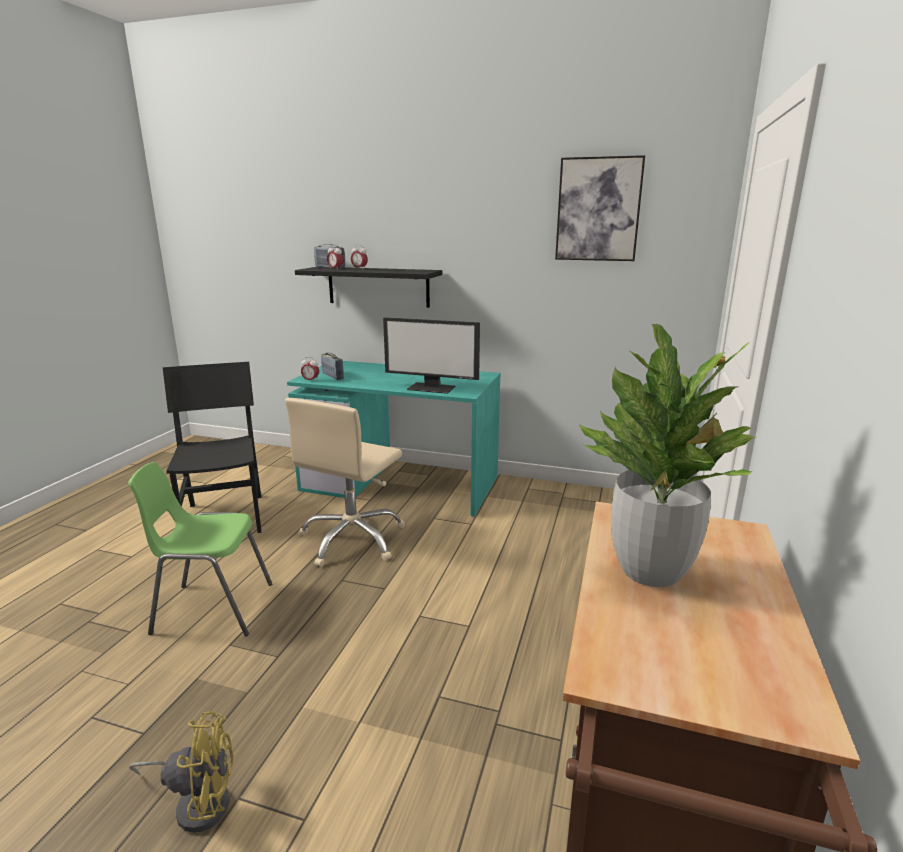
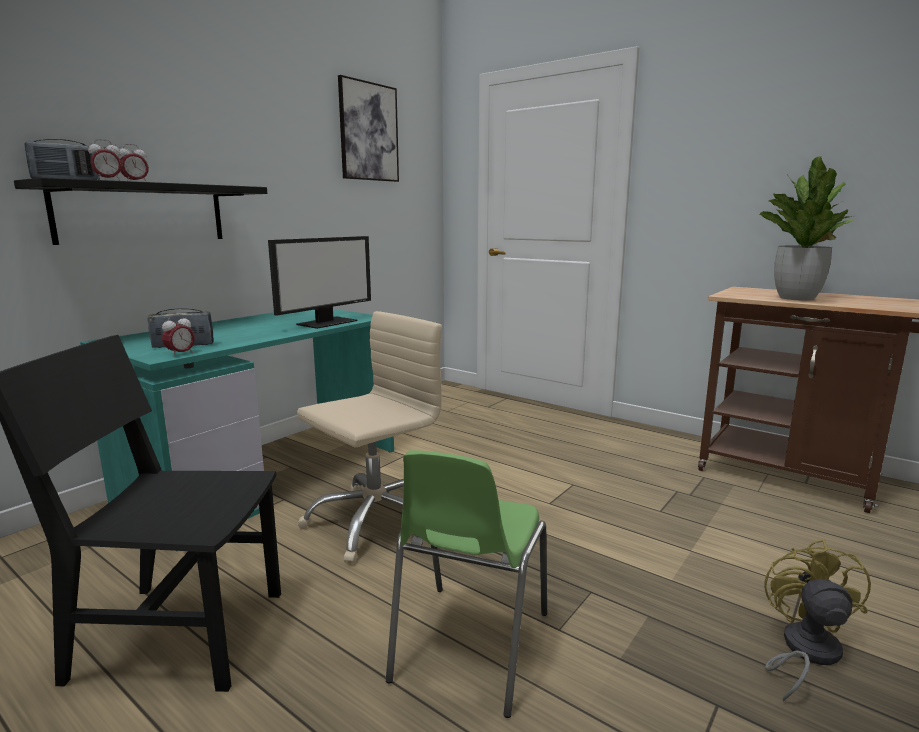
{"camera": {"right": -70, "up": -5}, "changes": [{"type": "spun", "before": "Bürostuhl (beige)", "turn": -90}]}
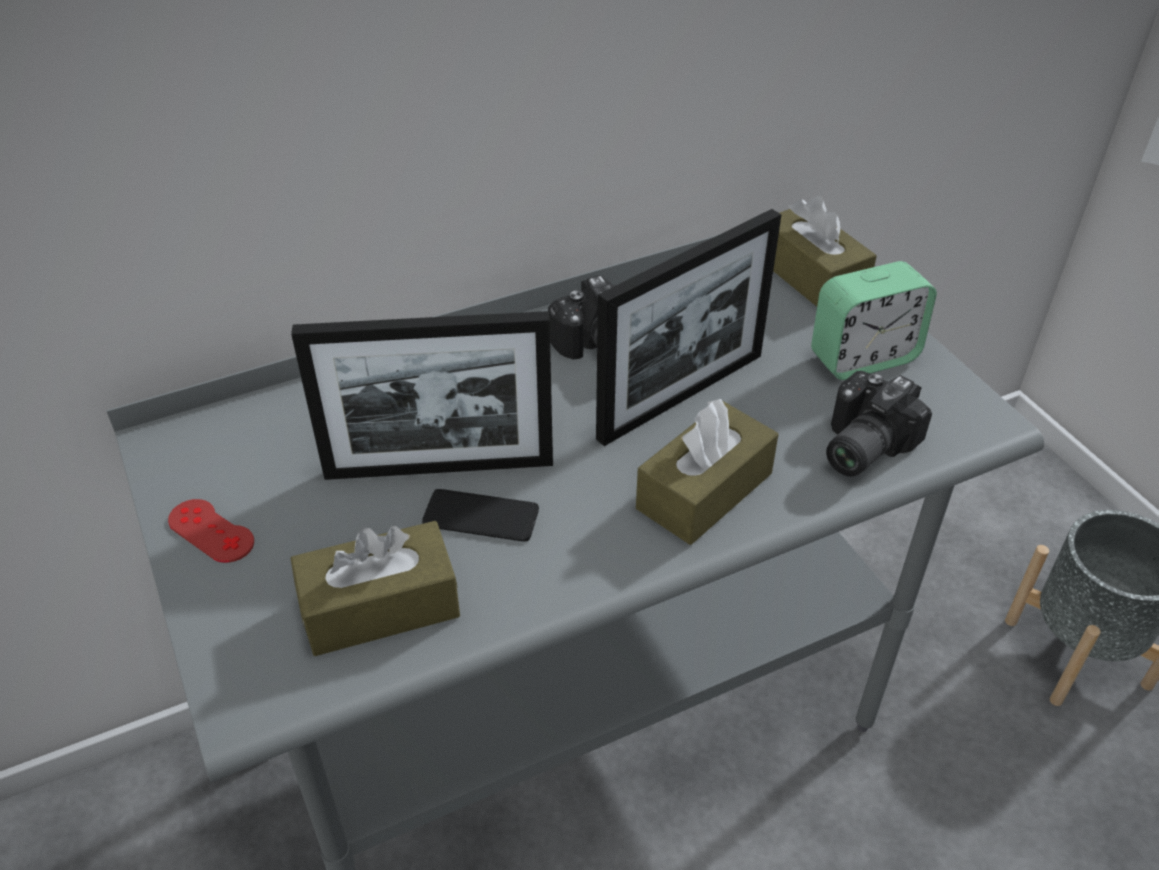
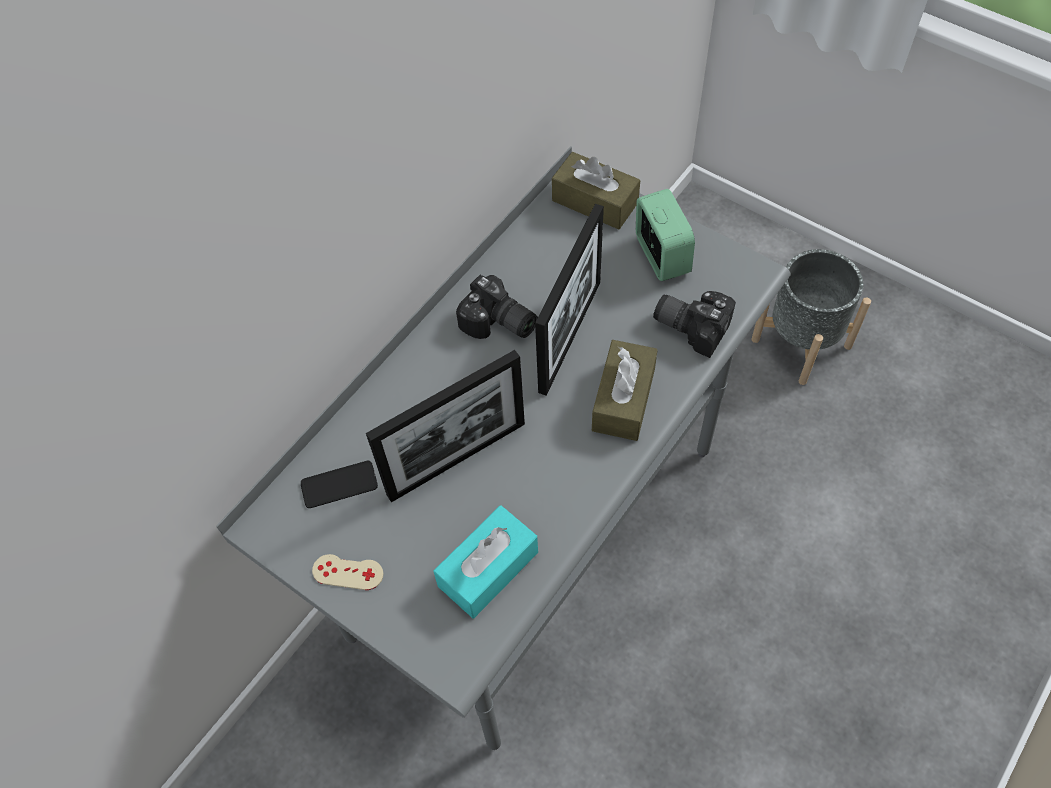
{"camera": {"right": -25, "up": 15}, "changes": [{"type": "relocated", "before": "Handy"}, {"type": "colour", "before": "Gamepad (rot)", "after": "Gamepad (beige)"}, {"type": "colour", "before": "Taschentuchbox (braun) (no. 1 from left)", "after": "Taschentuchbox (türkis)"}, {"type": "spun", "before": "Wecker", "turn": -60}, {"type": "spun", "before": "Kamera (no. 2 from left)", "turn": 105}]}
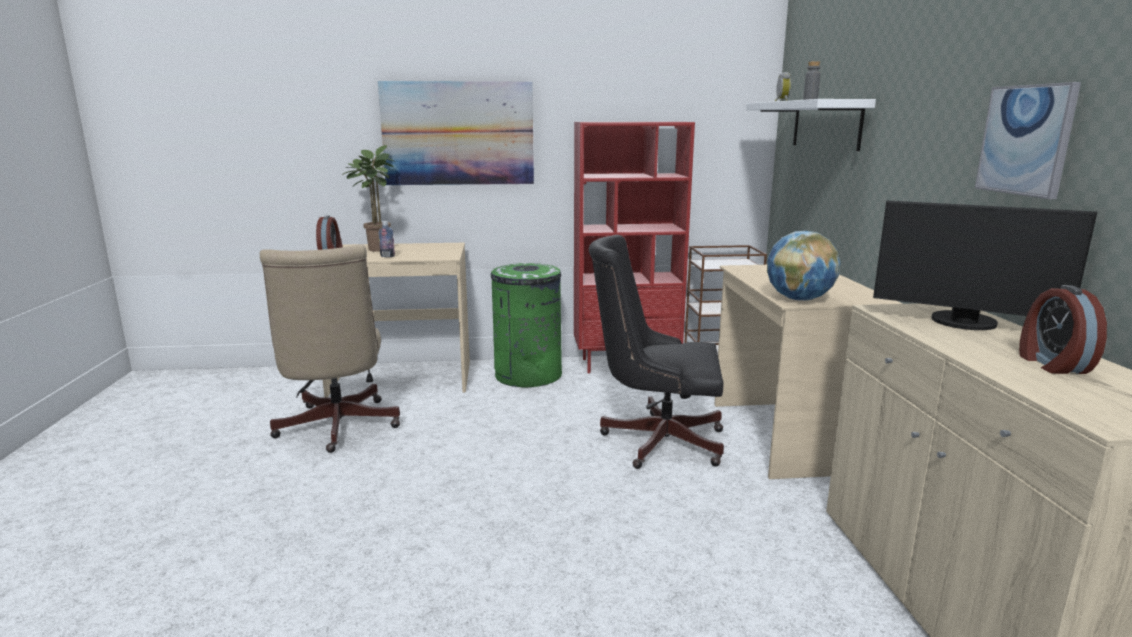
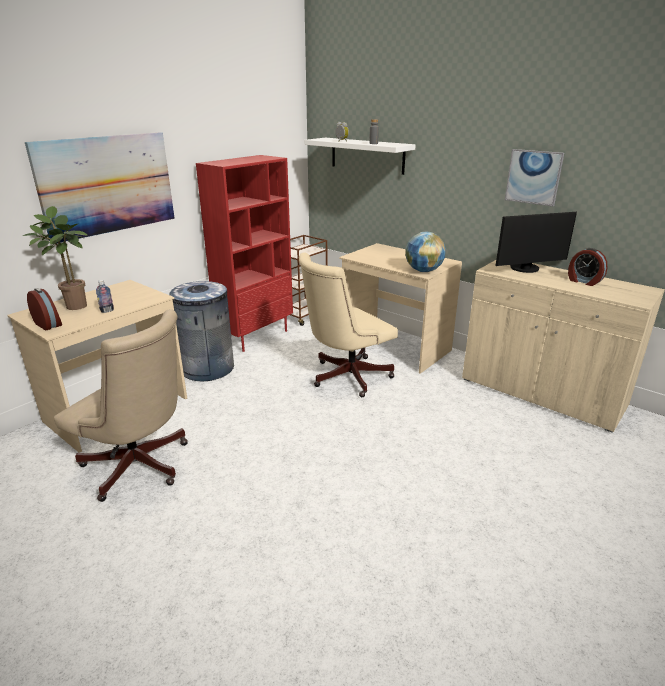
{"camera": {"right": -45, "up": 10}, "changes": [{"type": "colour", "before": "Mülleimer (grün)", "after": "Mülleimer (grau)"}, {"type": "colour", "before": "Bürostuhl (schwarz)", "after": "Bürostuhl (beige) (no. 2 from left)"}]}
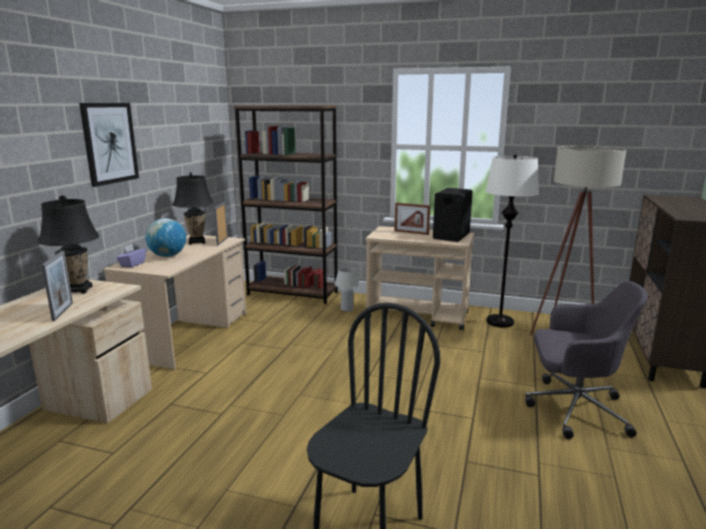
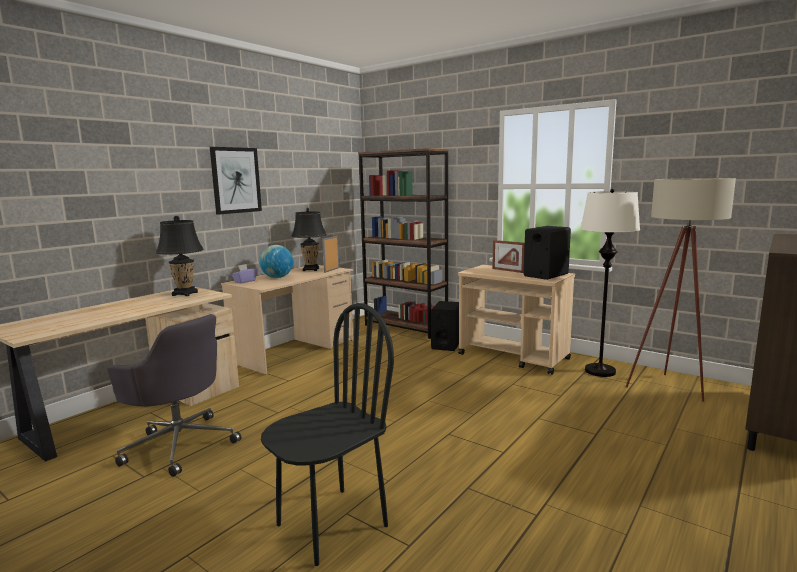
{"camera": {"right": 20, "up": -5}, "changes": [{"type": "relocated", "before": "Bürostuhl (grau)"}, {"type": "exchanged", "before": "Tischlampe (weiß)", "after": "Lautsprecher (schwarz) (no. 1 from left)"}, {"type": "missing", "before": "Bilderrahmen (no. 1 from left)"}]}
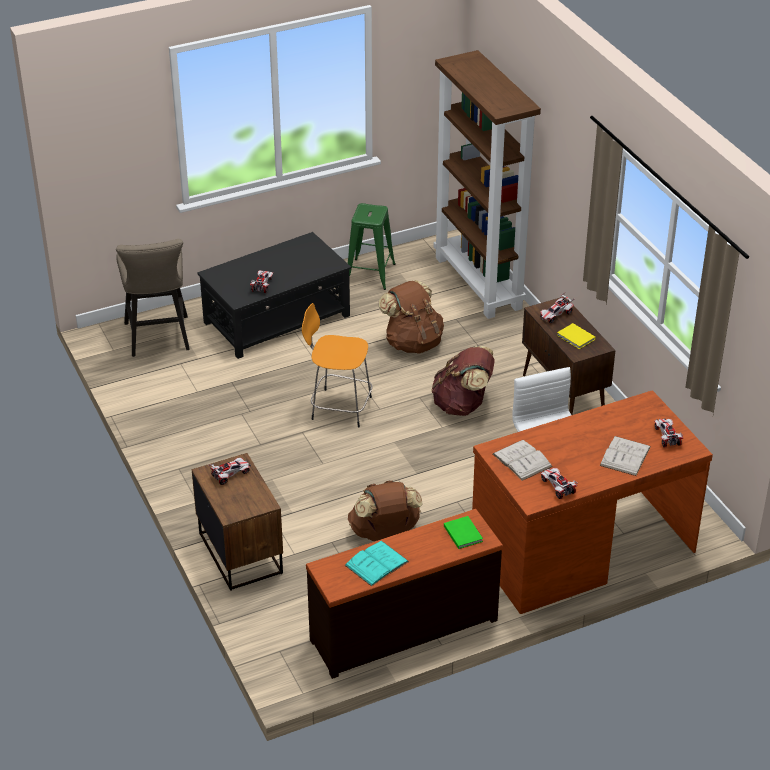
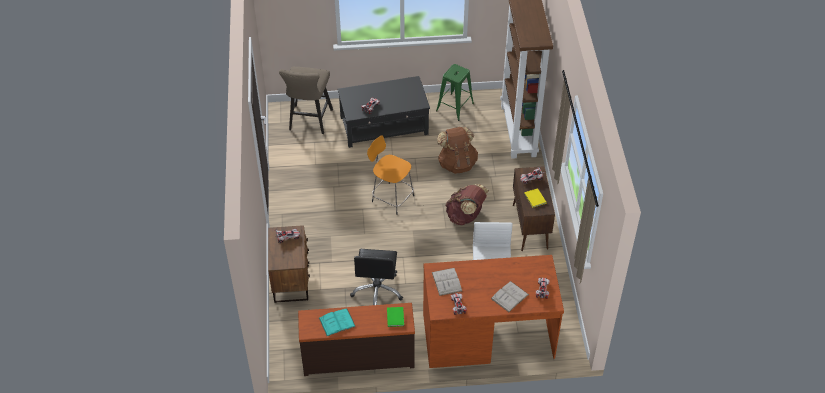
{"camera": {"right": 20, "up": 10}, "changes": [{"type": "exchanged", "before": "Rucksack (braun) (no. 1 from left)", "after": "Bürostuhl (schwarz)"}]}
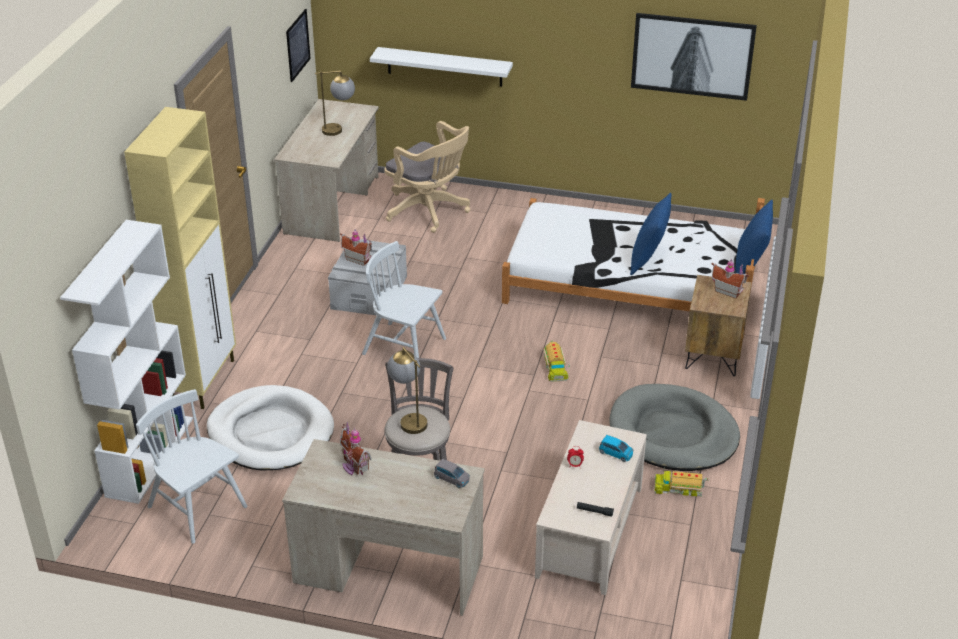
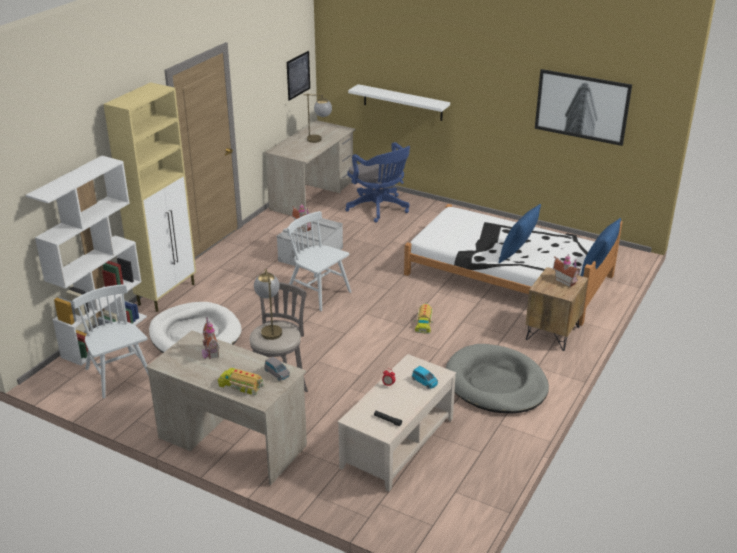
{"camera": {"right": 15, "up": -5}, "changes": [{"type": "relocated", "before": "Spielzeuglaster (no. 2 from left in the first image)", "after": "Spielzeuglaster (no. 1 from left)"}, {"type": "colour", "before": "Bürostuhl (beige)", "after": "Bürostuhl (blau)"}]}
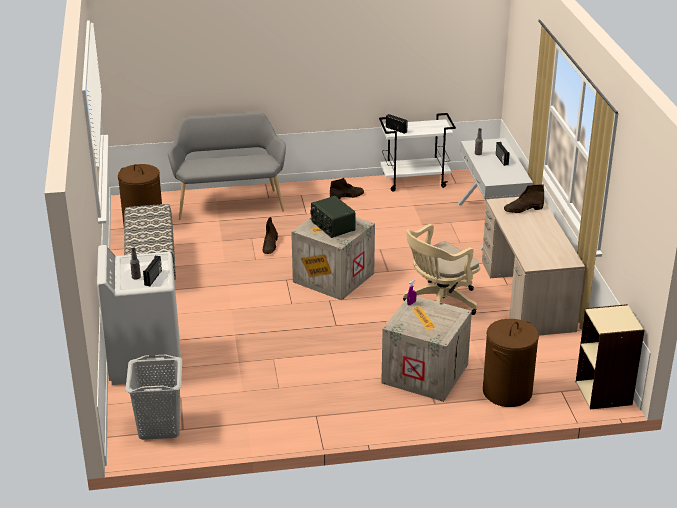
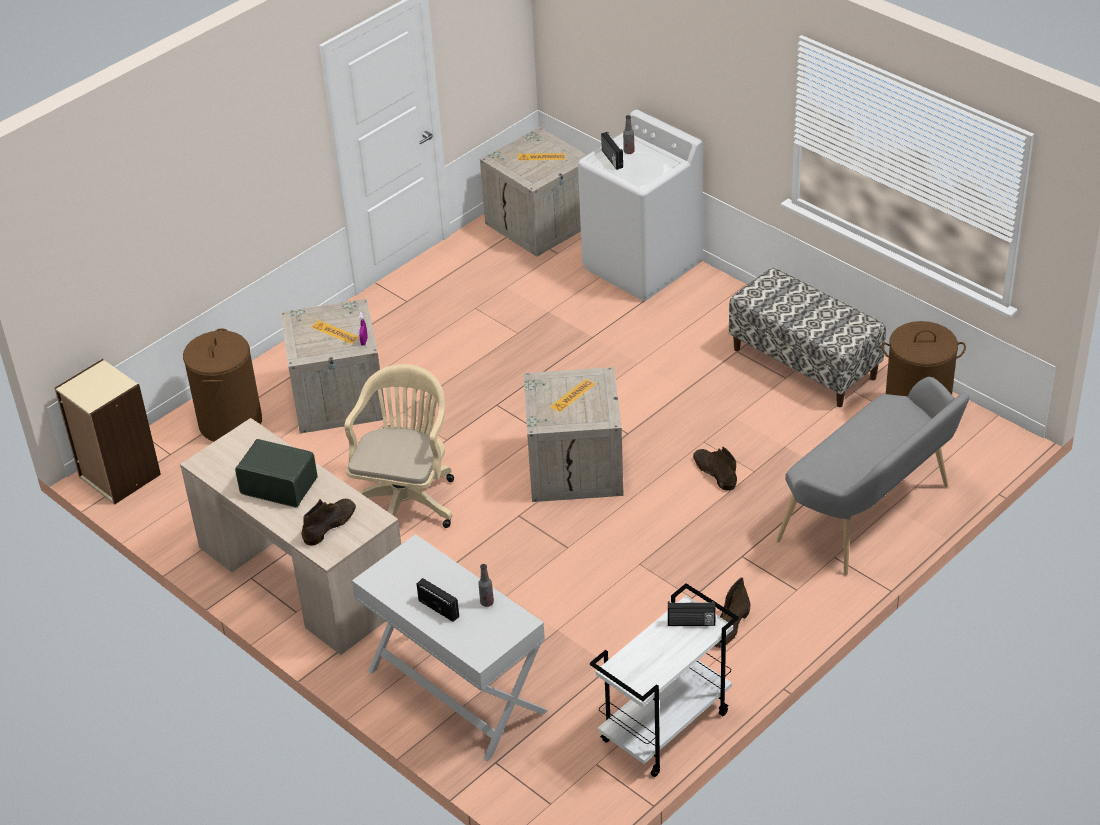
{"camera": {"right": 145, "up": 10}, "changes": [{"type": "relocated", "before": "Radio (no. 2 from left in the first image)", "after": "Radio (no. 1 from left)"}, {"type": "exchanged", "before": "Wäschekorb (grau)", "after": "Kiste (no. 2 from left)"}]}
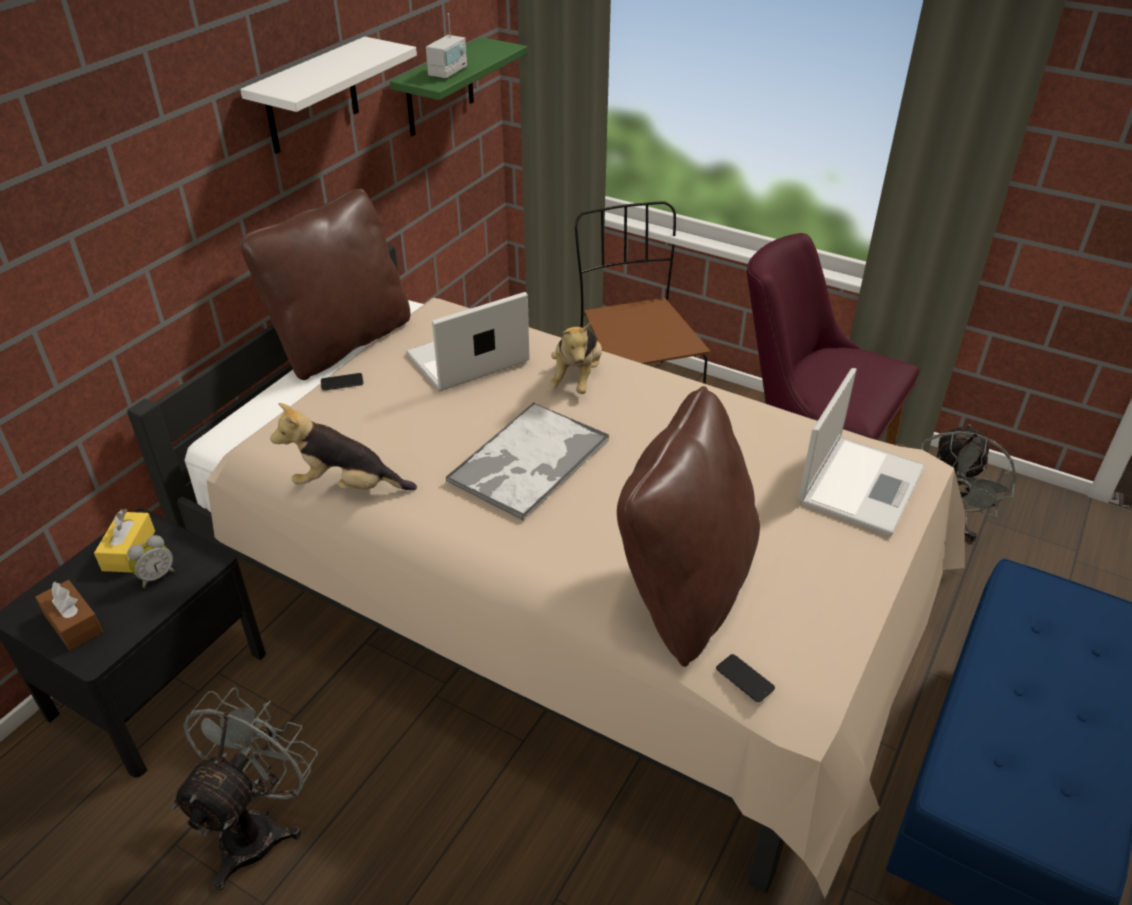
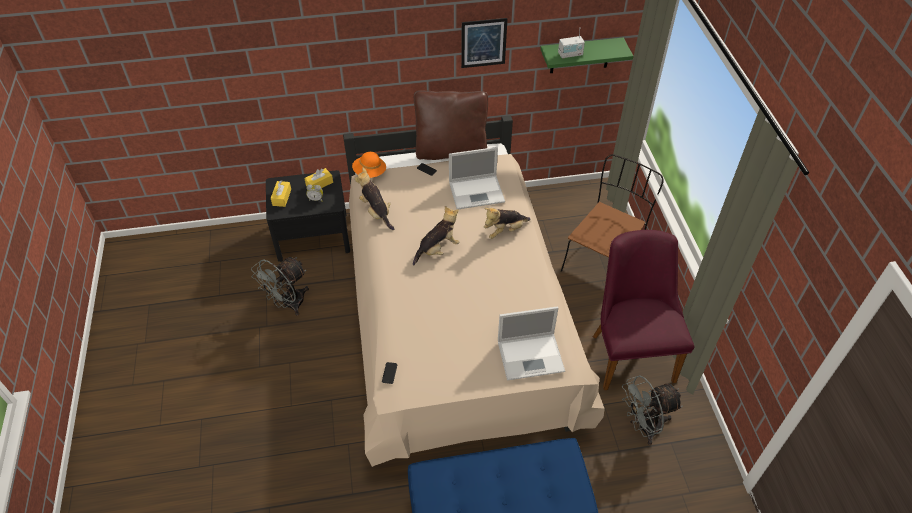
{"camera": {"right": 50, "up": 10}, "changes": [{"type": "spun", "before": "Ventilator (grau) (no. 1 from left)", "turn": 150}, {"type": "colour", "before": "Taschentuchbox (braun)", "after": "Taschentuchbox (gelb) (no. 1 from left)"}, {"type": "appeared", "after": "Hut (orange)"}, {"type": "exchanged", "before": "Tablett", "after": "Plüschtier (no. 2 from left)"}, {"type": "spun", "before": "Laptop (no. 1 from left)", "turn": 150}, {"type": "exchanged", "before": "Wandregal (weiß)", "after": "Bild"}, {"type": "missing", "before": "Kissen (braun) (no. 2 from left)"}]}
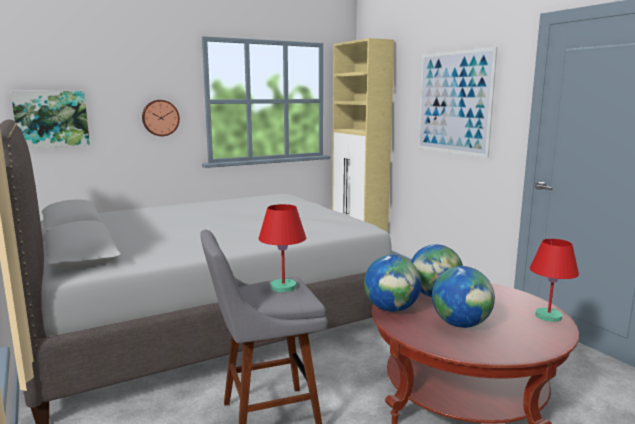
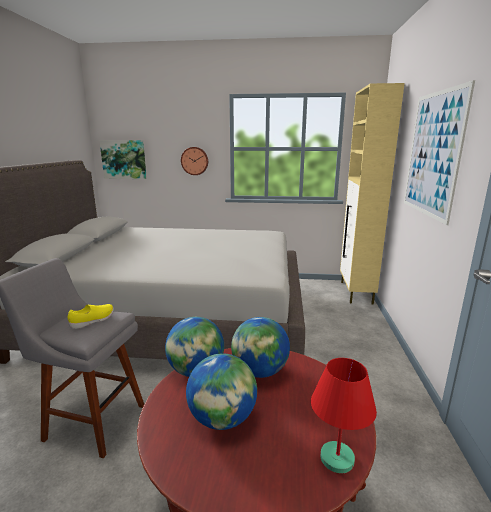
{"camera": {"right": 35, "up": 5}, "changes": [{"type": "exchanged", "before": "Tischlampe (rot) (no. 1 from left)", "after": "Schuh (gelb)"}]}
